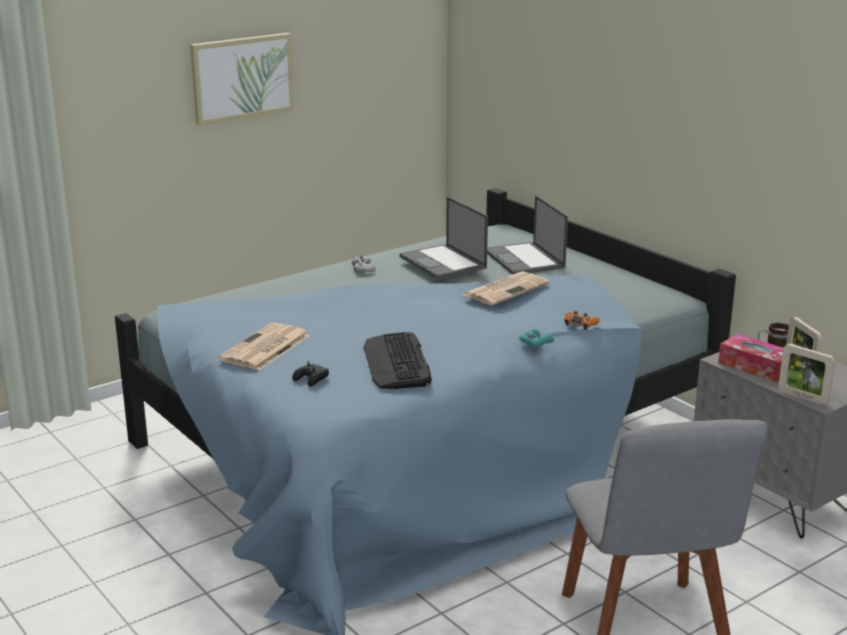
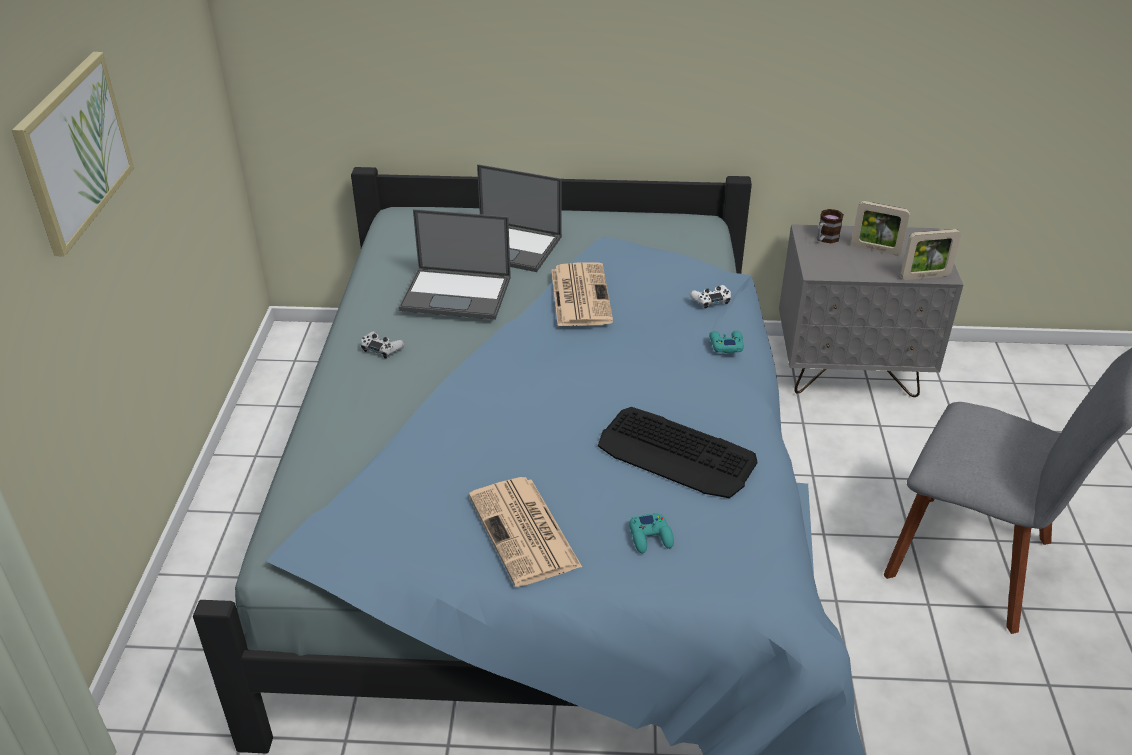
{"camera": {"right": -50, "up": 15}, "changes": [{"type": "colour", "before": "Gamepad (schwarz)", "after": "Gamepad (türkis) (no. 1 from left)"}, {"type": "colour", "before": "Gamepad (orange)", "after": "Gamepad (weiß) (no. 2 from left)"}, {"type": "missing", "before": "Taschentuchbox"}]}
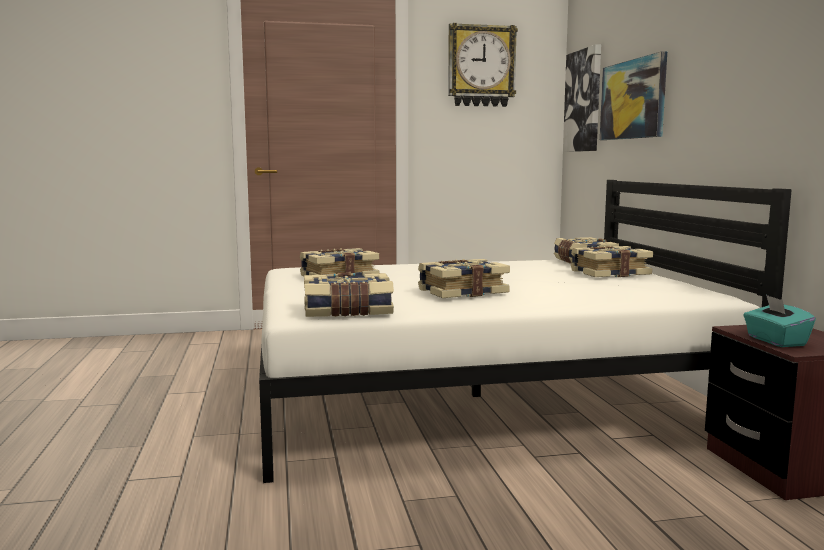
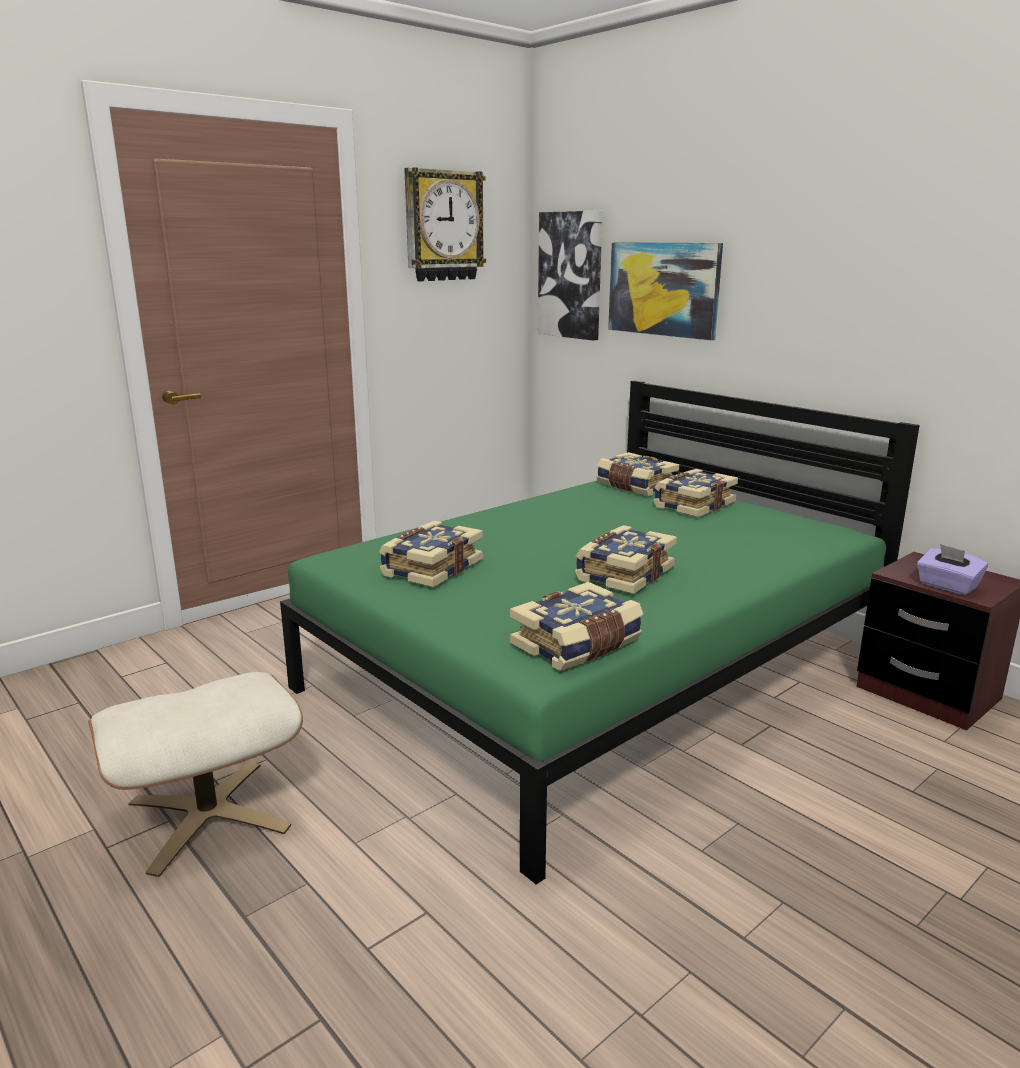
{"camera": {"right": -30, "up": 10}, "changes": [{"type": "appeared", "after": "Polsterhocker (beige)"}, {"type": "colour", "before": "Bett (weiß)", "after": "Bett (grün)"}, {"type": "colour", "before": "Taschentuchbox (türkis)", "after": "Taschentuchbox (lila)"}]}
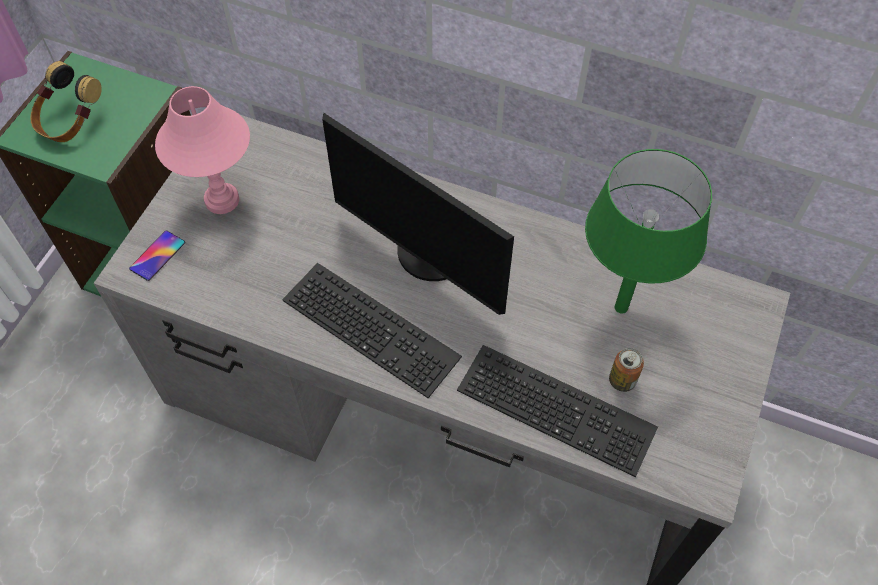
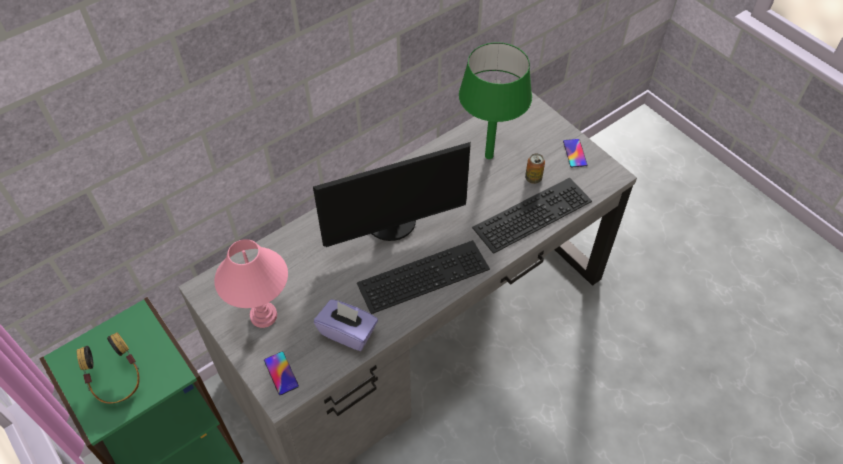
{"camera": {"right": -60, "up": -5}, "changes": [{"type": "appeared", "after": "Taschentuchbox (lila)"}, {"type": "appeared", "after": "Handy (no. 2 from left)"}]}
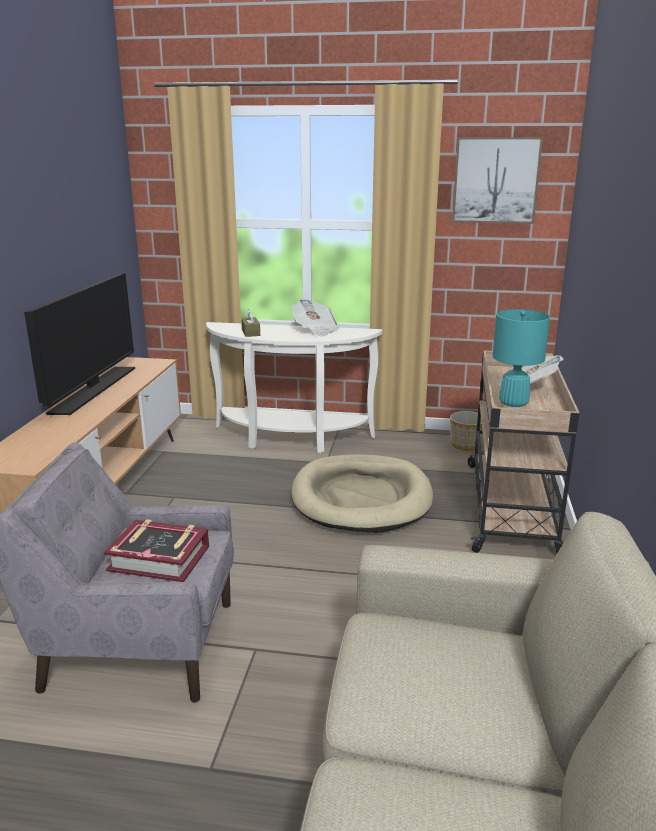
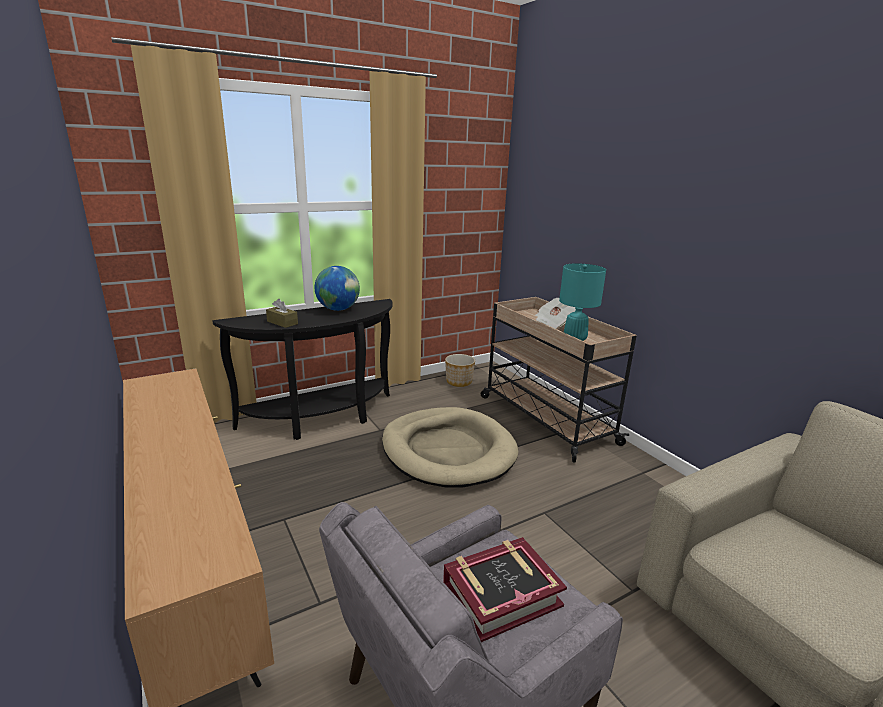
{"camera": {"right": -40, "up": 0}, "changes": [{"type": "colour", "before": "Konsolentisch (weiß)", "after": "Konsolentisch (schwarz)"}, {"type": "exchanged", "before": "Zeitung (no. 1 from left)", "after": "Globus"}, {"type": "missing", "before": "Fernseher"}, {"type": "missing", "before": "Bild"}]}
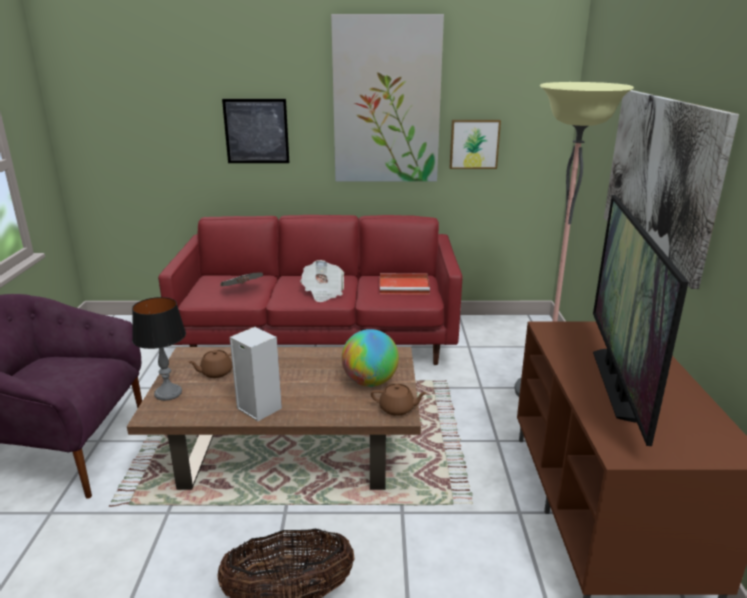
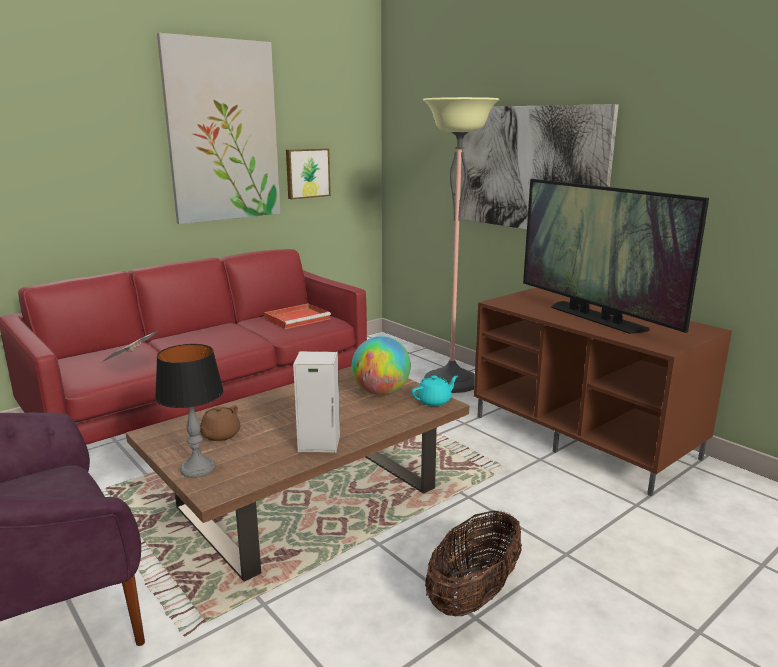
{"camera": {"right": -40, "up": -5}, "changes": [{"type": "colour", "before": "Teekanne (braun) (no. 2 from left)", "after": "Teekanne (türkis)"}, {"type": "missing", "before": "Bild (no. 1 from left)"}, {"type": "missing", "before": "Zeitung (no. 2 from left)"}]}
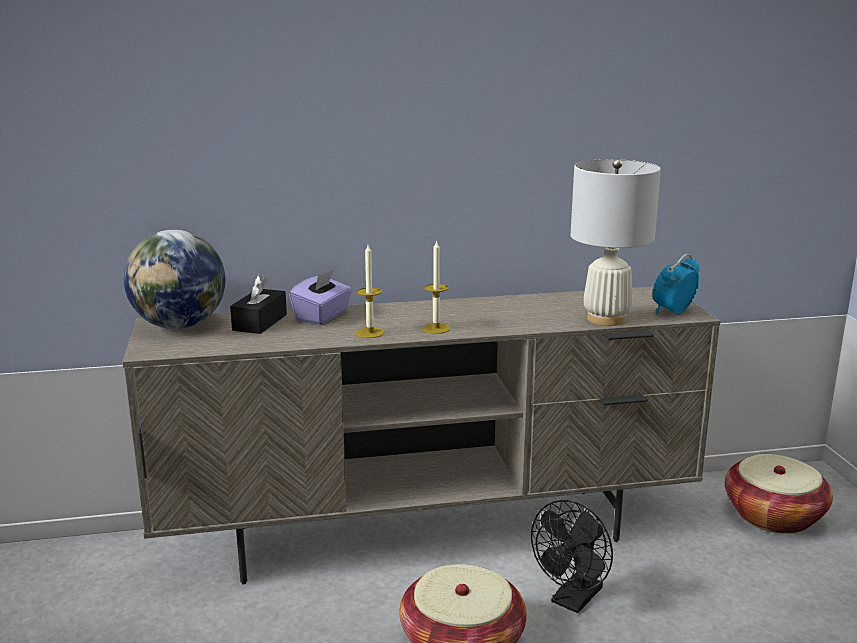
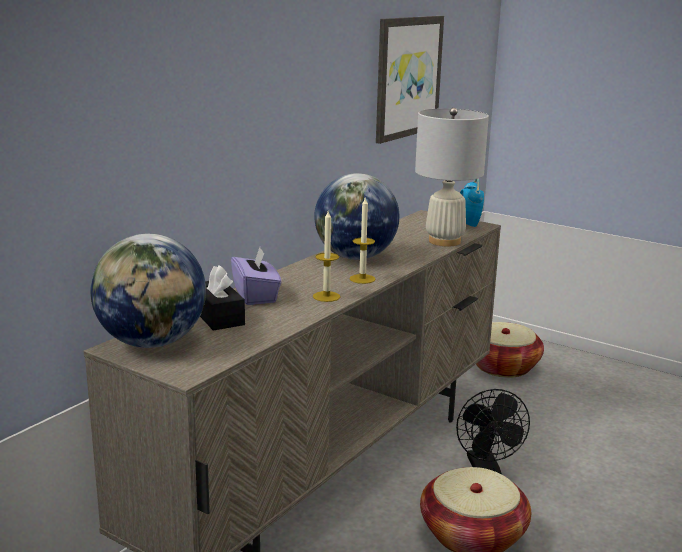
{"camera": {"right": -45, "up": 0}, "changes": [{"type": "appeared", "after": "Globus (no. 2 from left)"}, {"type": "appeared", "after": "Bild"}]}
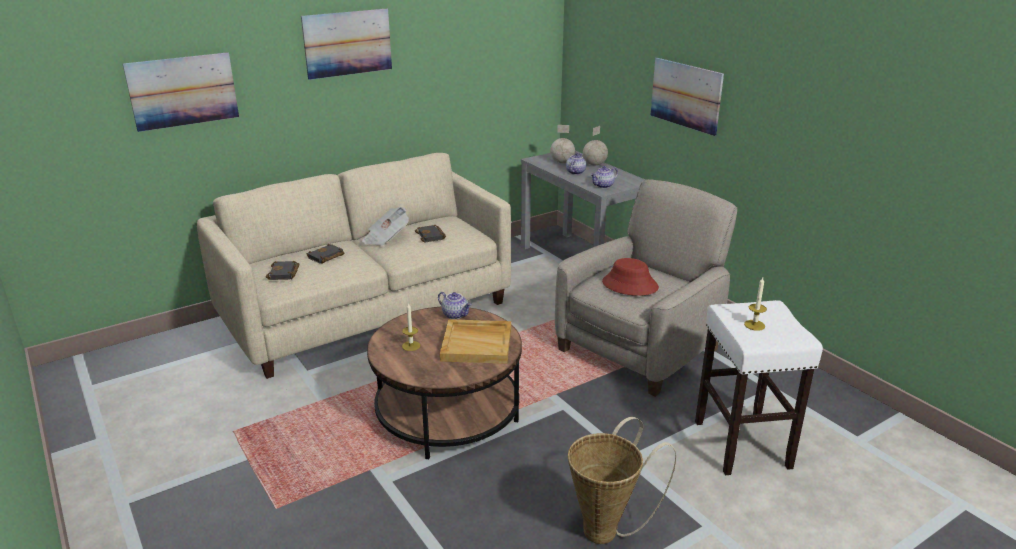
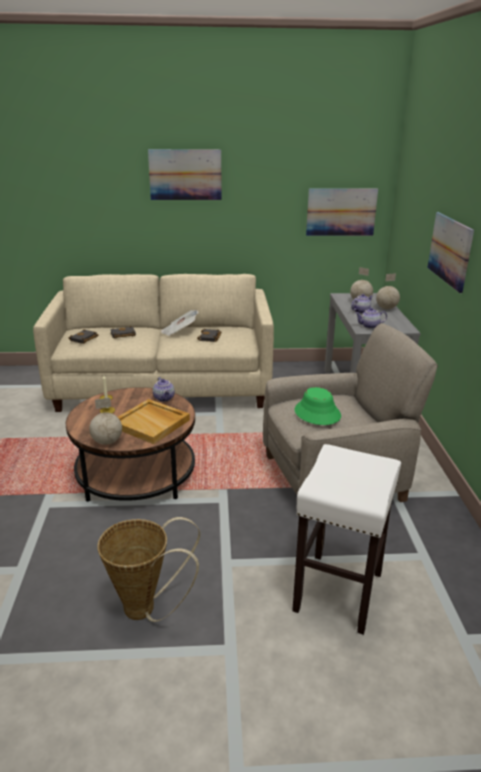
{"camera": {"right": 30, "up": 0}, "changes": [{"type": "appeared", "after": "Globus (no. 1 from left)"}, {"type": "colour", "before": "Hut (rot)", "after": "Hut (grün)"}, {"type": "relocated", "before": "Bild (no. 1 from left in the first image)", "after": "Bild (no. 2 from left)"}, {"type": "missing", "before": "Kerze (no. 2 from left)"}]}
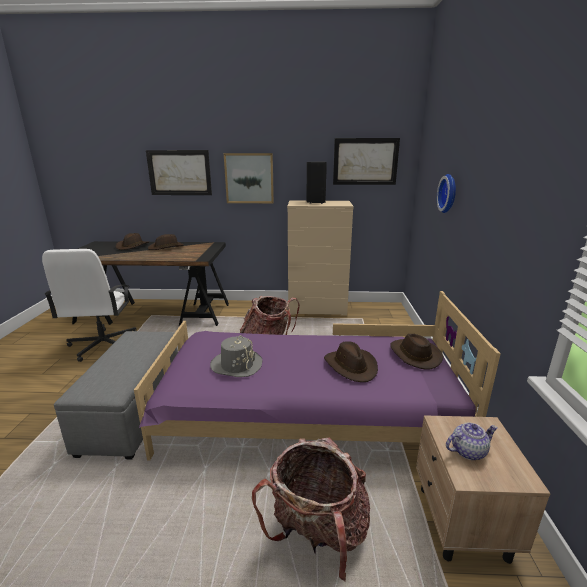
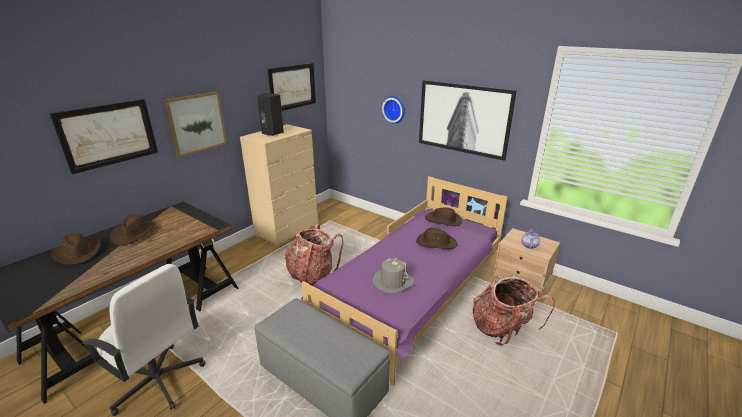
{"camera": {"right": -55, "up": 5}, "changes": [{"type": "appeared", "after": "Bild (no. 4 from left)"}]}
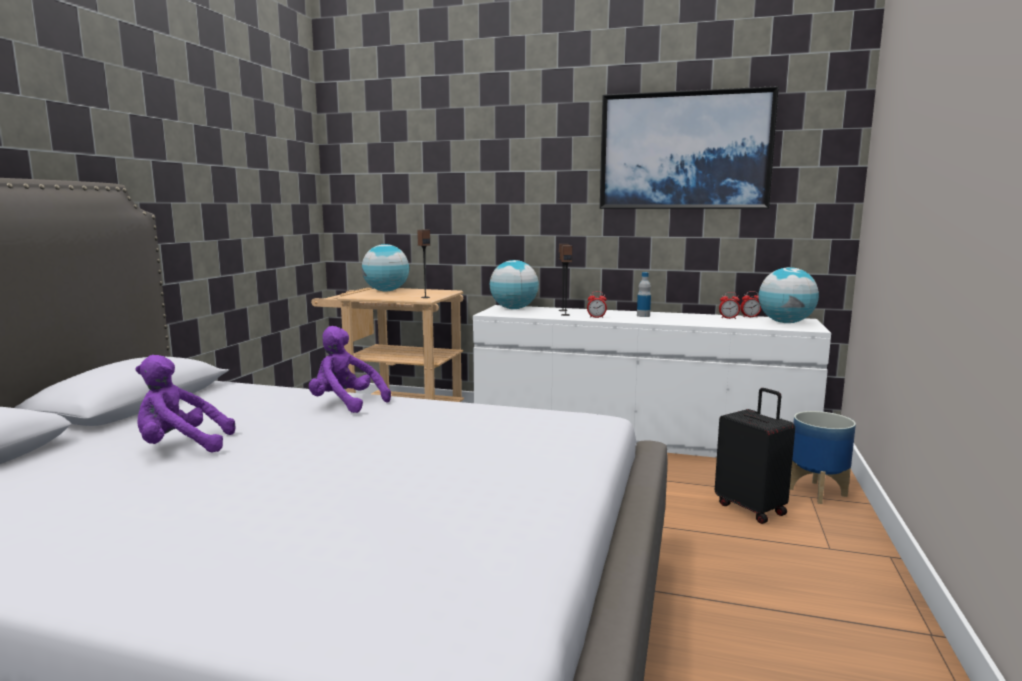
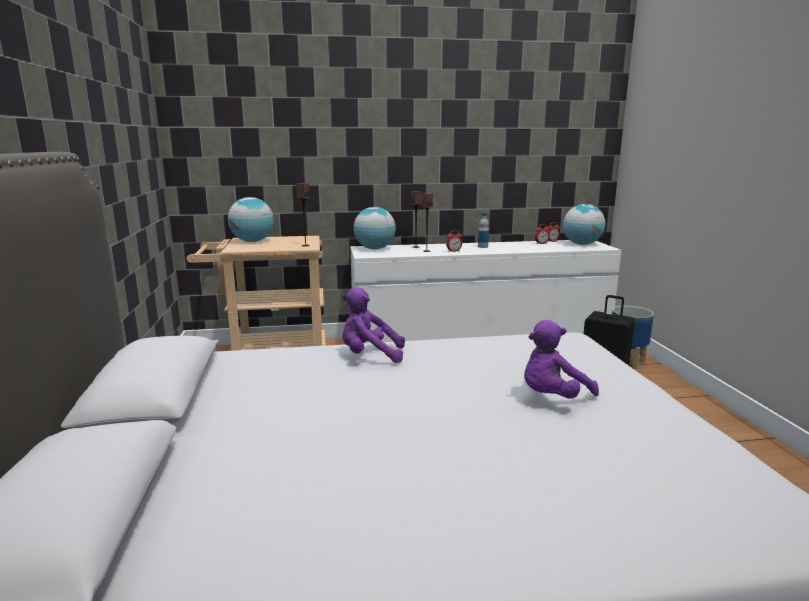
{"camera": {"right": -25, "up": 5}, "changes": [{"type": "relocated", "before": "Plüschtier (lila) (no. 1 from left in the first image)", "after": "Plüschtier (lila) (no. 2 from left)"}, {"type": "missing", "before": "Bild"}]}
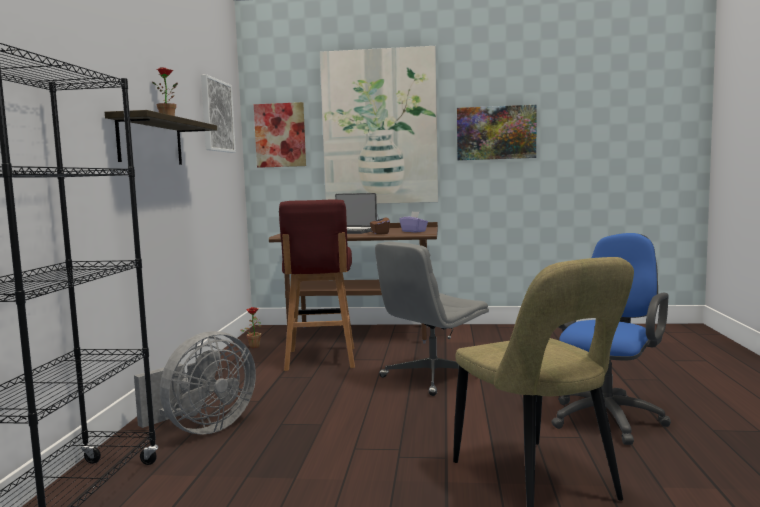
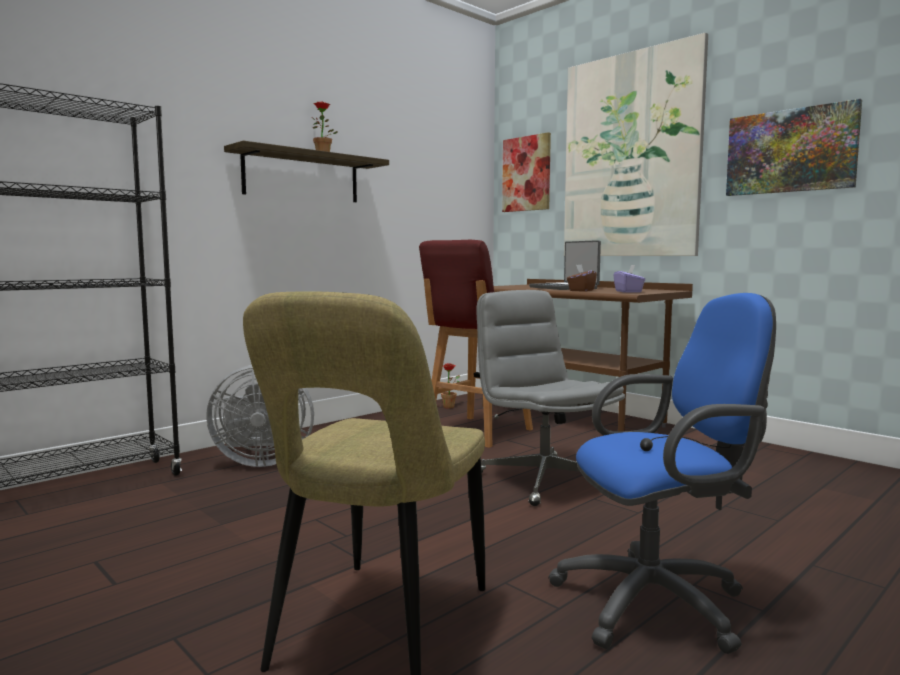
{"camera": {"right": 40, "up": 0}, "changes": [{"type": "spun", "before": "Bürostuhl (grau)", "turn": 60}, {"type": "missing", "before": "Bild (no. 1 from left)"}]}
